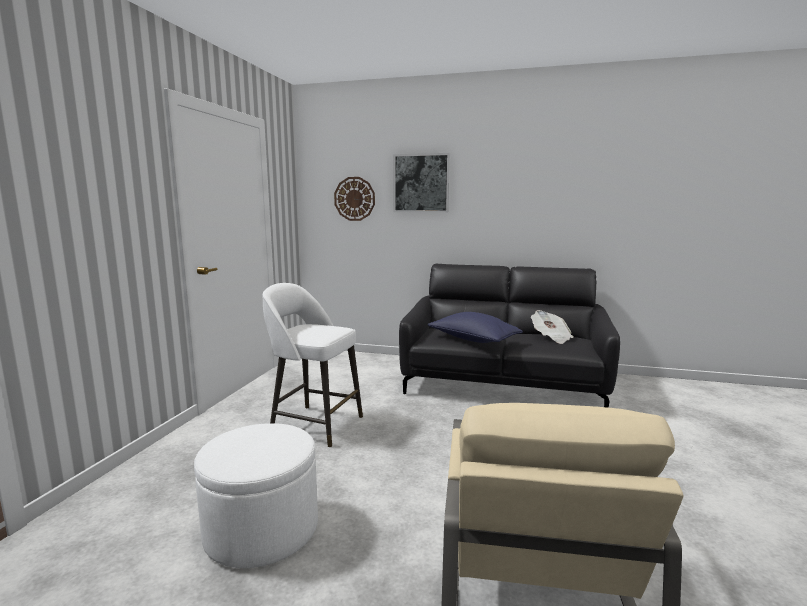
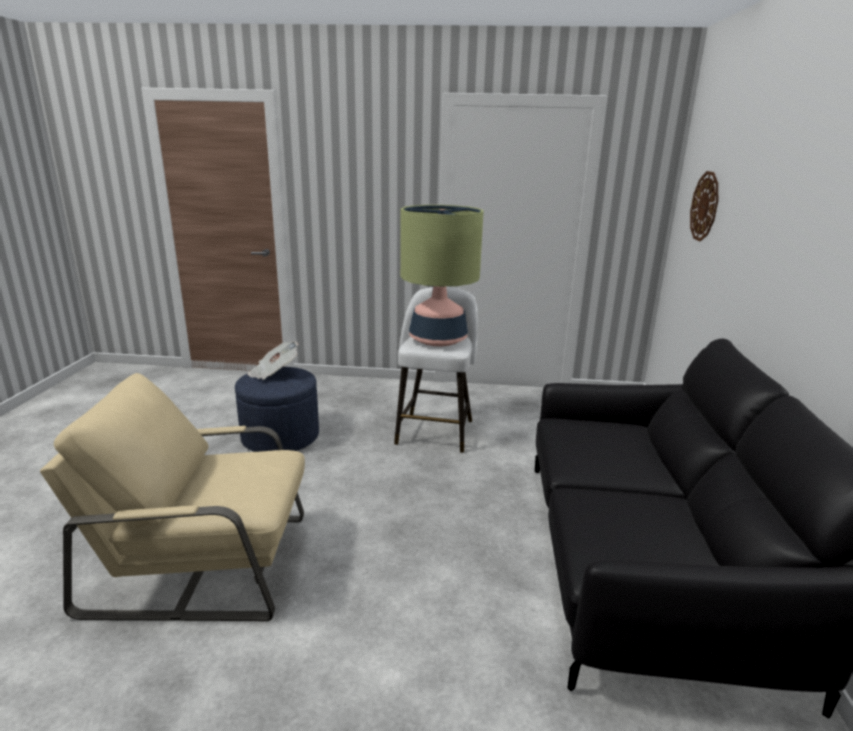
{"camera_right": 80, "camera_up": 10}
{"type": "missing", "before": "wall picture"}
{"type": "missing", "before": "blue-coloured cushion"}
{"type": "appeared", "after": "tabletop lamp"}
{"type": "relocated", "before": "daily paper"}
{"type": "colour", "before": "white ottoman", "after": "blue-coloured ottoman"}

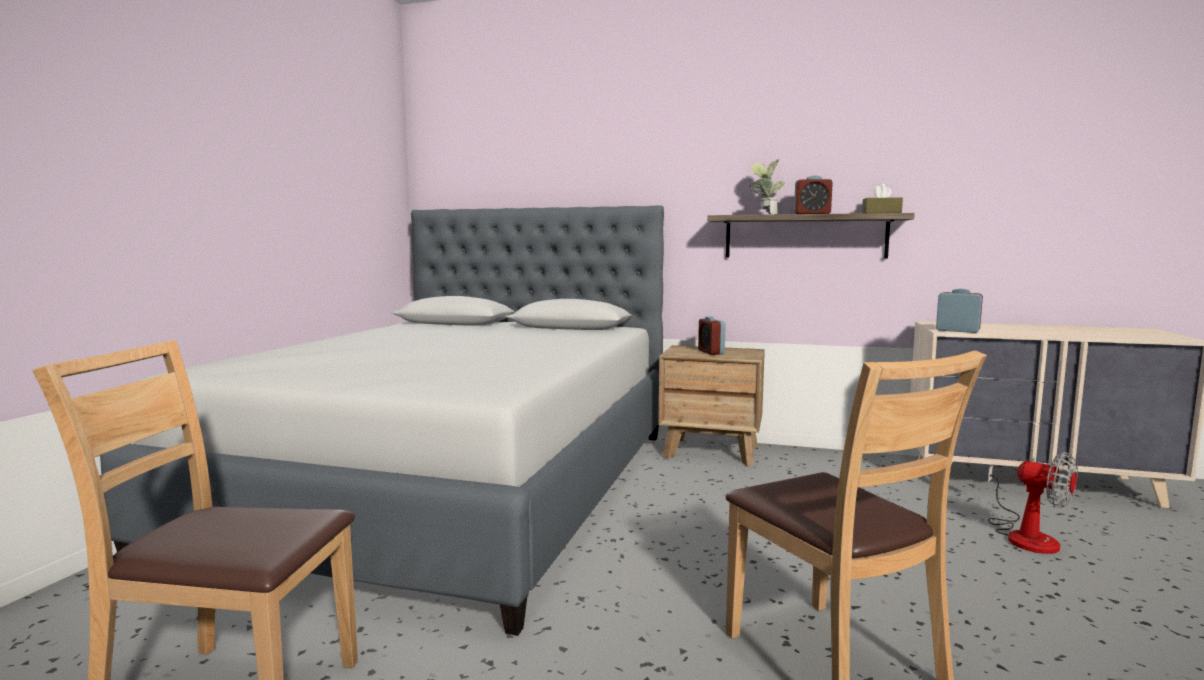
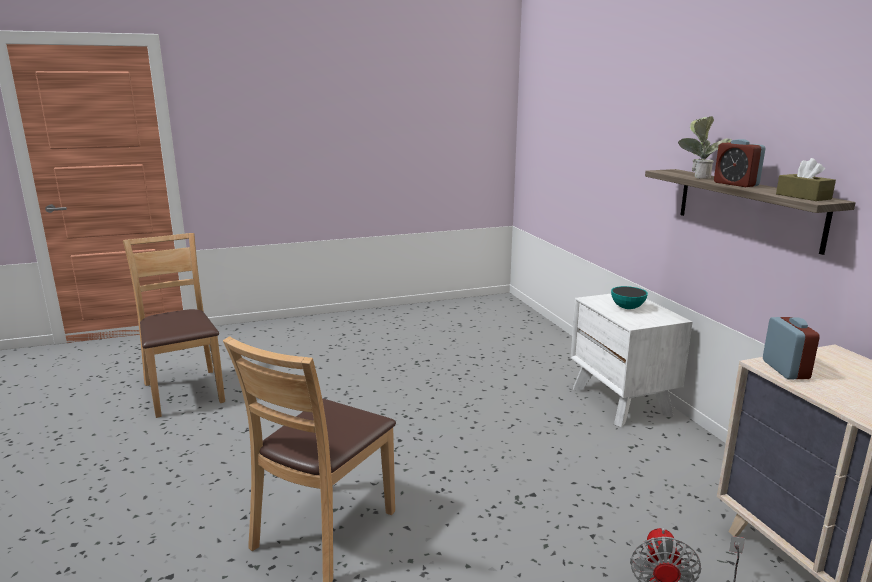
{"camera_right": 55, "camera_up": 10}
{"type": "missing", "before": "gray bedroom bed"}
{"type": "exchanged", "before": "bedside clock (no. 1 from left)", "after": "serving bowl"}
{"type": "colour", "before": "brownish night table", "after": "white night table"}

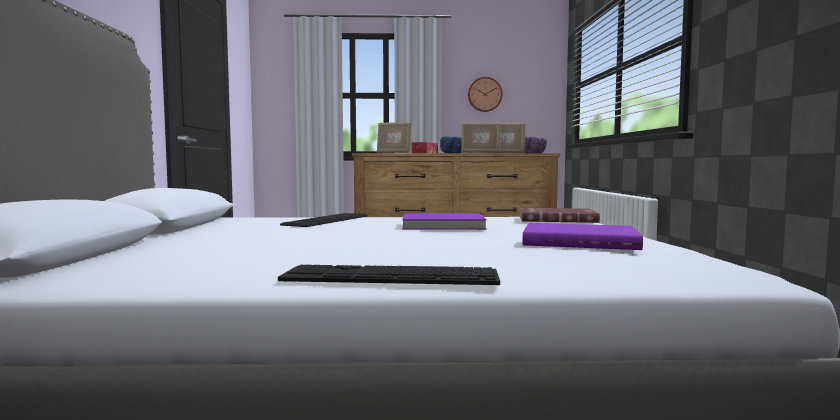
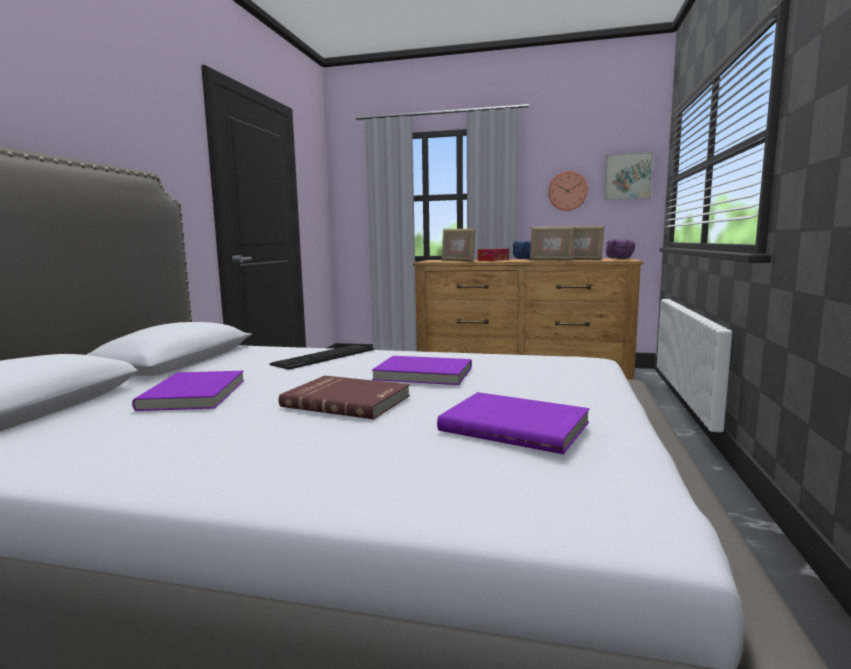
{"camera_right": 15, "camera_up": 5}
{"type": "missing", "before": "PC keyboard (no. 2 from left)"}
{"type": "appeared", "after": "purple book (no. 1 from left)"}
{"type": "appeared", "after": "wall picture"}
{"type": "relocated", "before": "red book"}

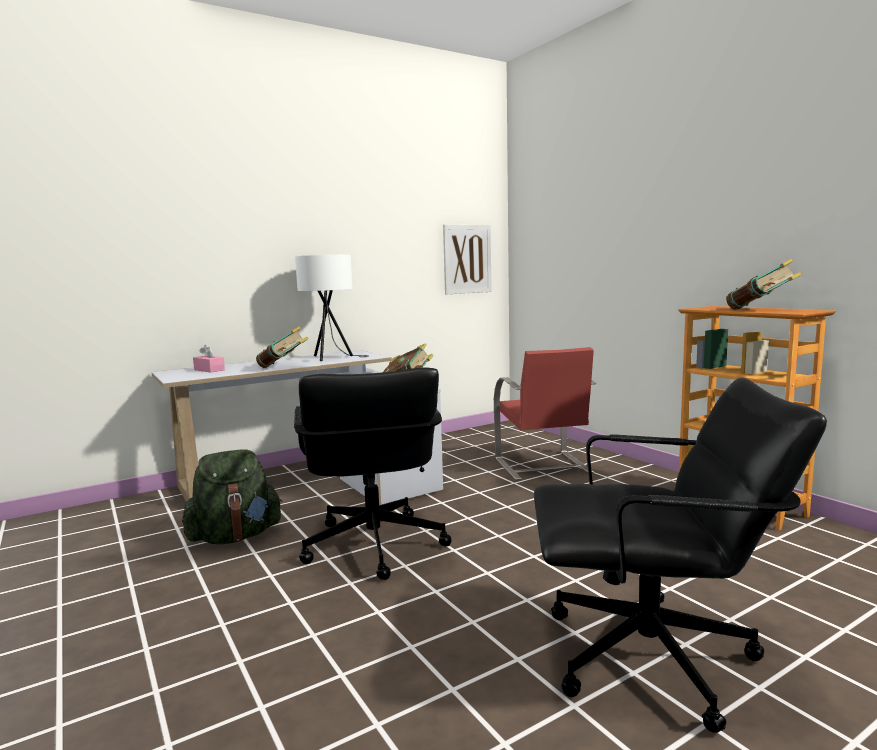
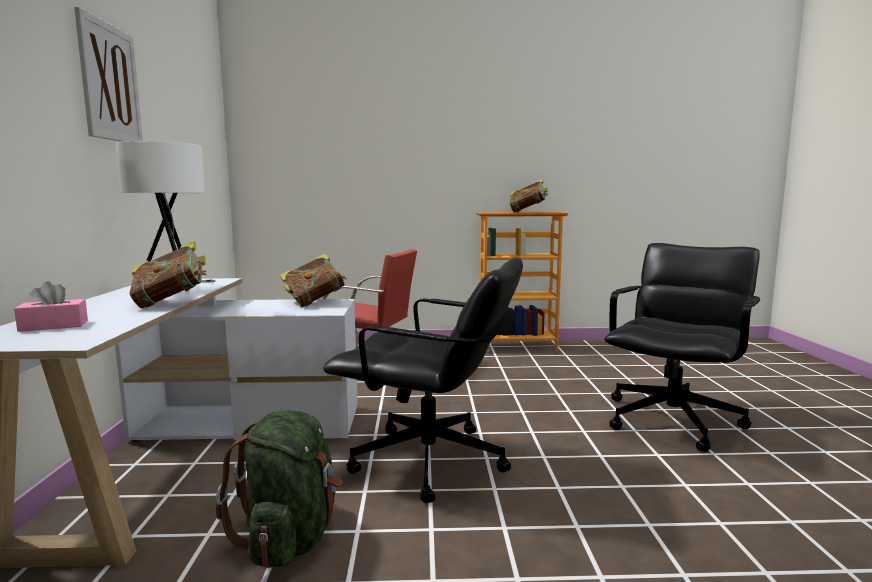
{"camera_right": -60, "camera_up": 0}
{"type": "relocated", "before": "wall picture"}

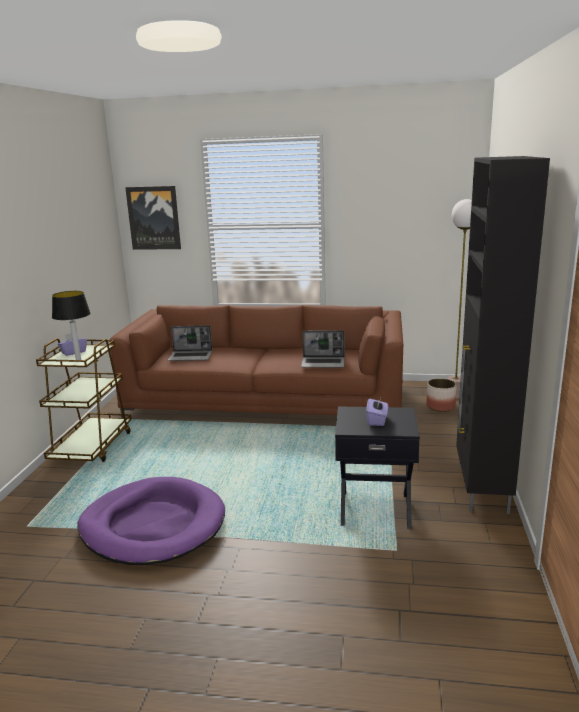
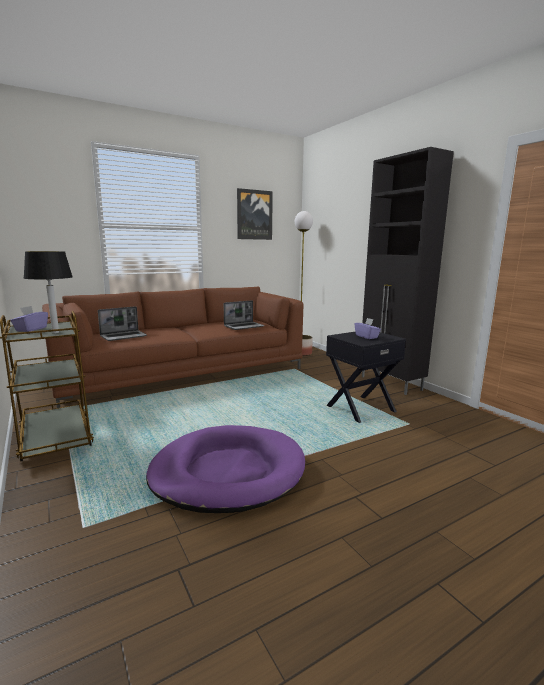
{"camera_right": -40, "camera_up": -5}
{"type": "relocated", "before": "wall picture"}

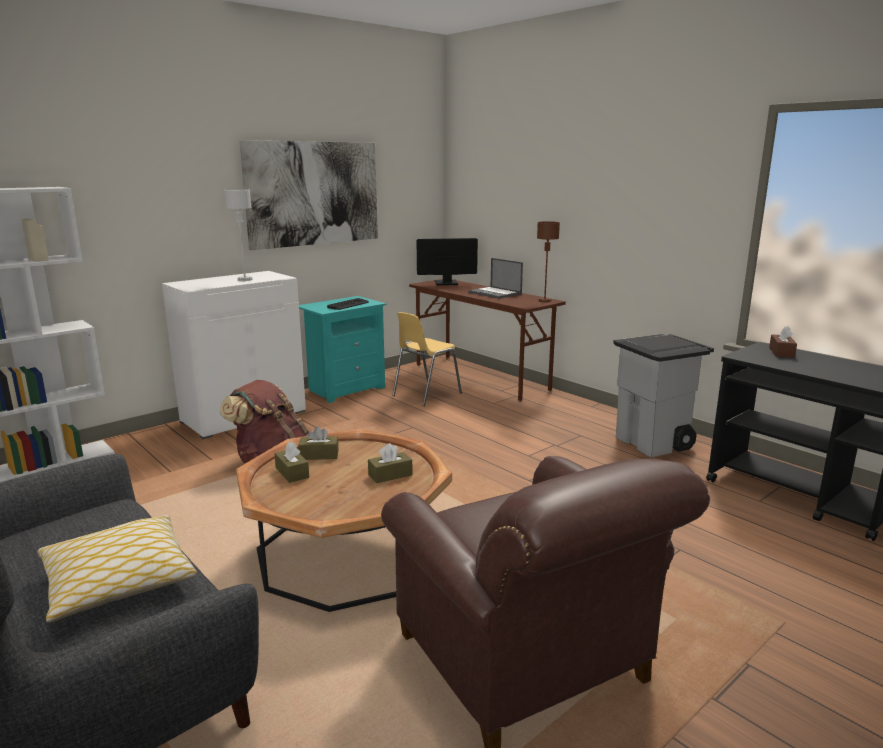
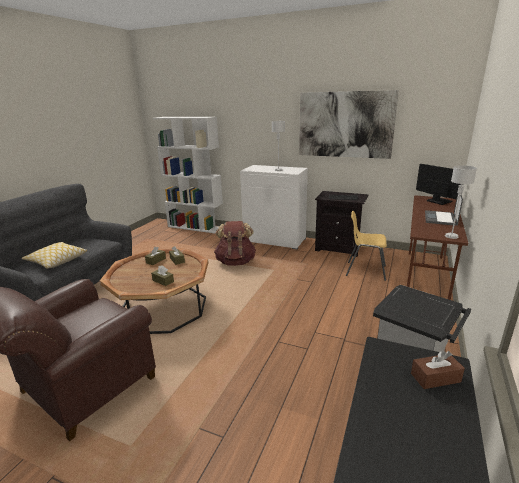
{"camera_right": 65, "camera_up": 5}
{"type": "colour", "before": "turquoise-coloured night table", "after": "black night table"}
{"type": "colour", "before": "brownish tabletop lamp", "after": "gray tabletop lamp (no. 2 from left)"}

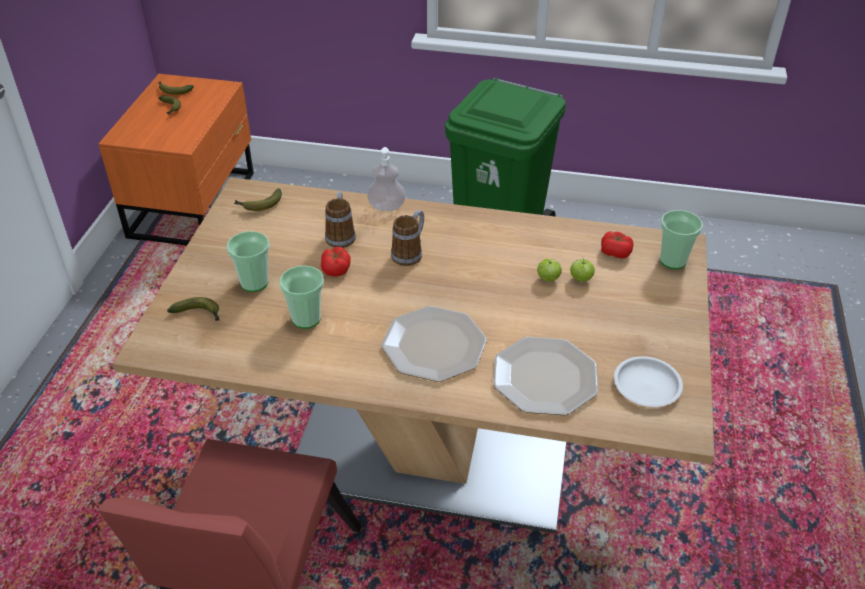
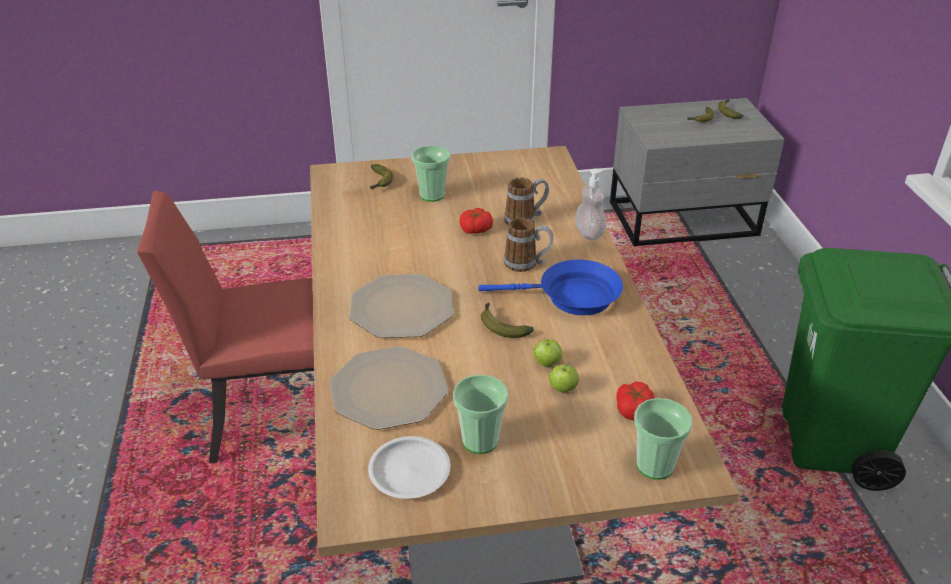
{"camera_right": 70, "camera_up": -5}
{"type": "appeared", "after": "blue-coloured pan"}
{"type": "relocated", "before": "banana fruit (no. 4 from left in the first image)", "after": "banana fruit (no. 2 from left)"}
{"type": "relocated", "before": "cup (no. 2 from left)"}
{"type": "colour", "before": "orangey night table", "after": "gray night table"}

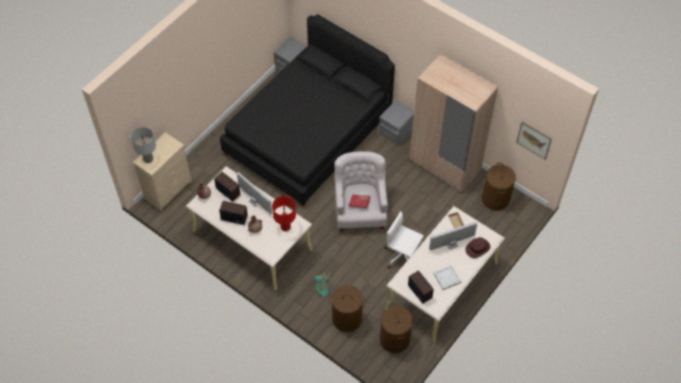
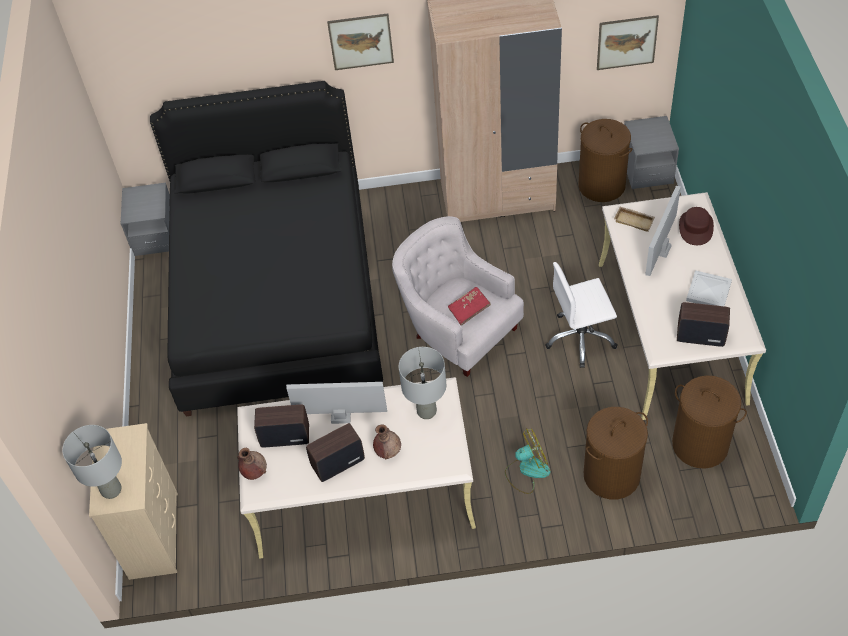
{"camera_right": -40, "camera_up": -5}
{"type": "appeared", "after": "wall picture (no. 1 from left)"}
{"type": "relocated", "before": "gray night table (no. 2 from left)"}
{"type": "colour", "before": "red tabletop lamp", "after": "gray tabletop lamp (no. 2 from left)"}

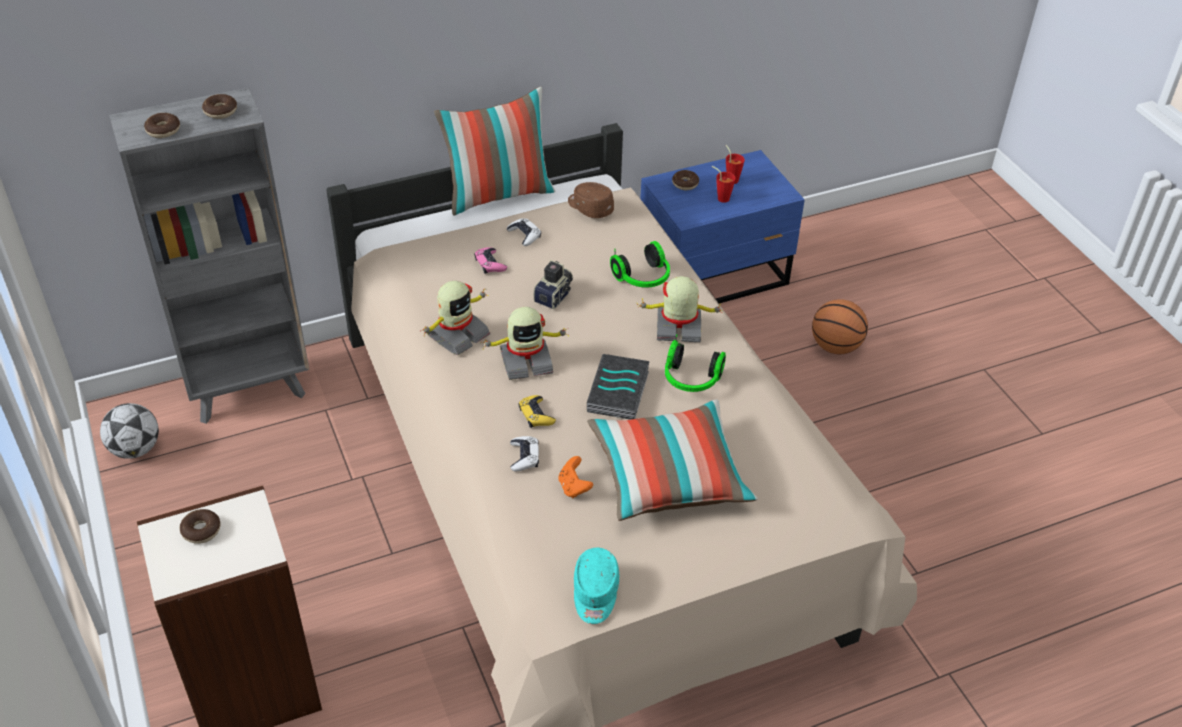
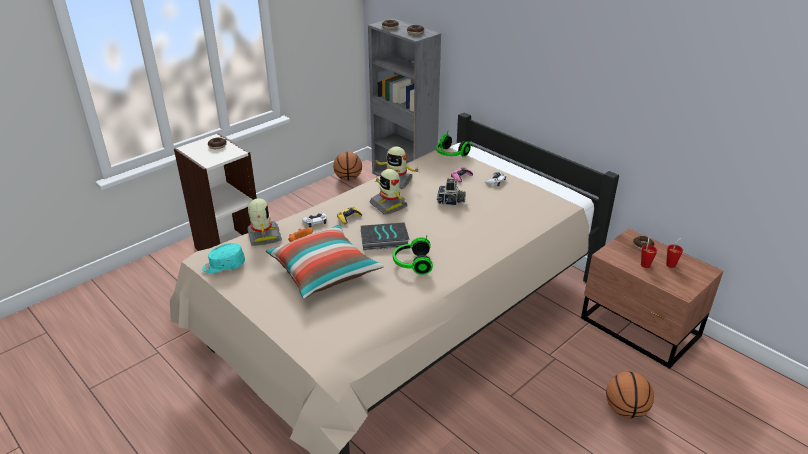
{"camera_right": 70, "camera_up": -10}
{"type": "missing", "before": "cushion (no. 1 from left)"}
{"type": "missing", "before": "brownish cap"}
{"type": "relocated", "before": "headphones (no. 1 from left in the first image)", "after": "headphones (no. 2 from left)"}
{"type": "relocated", "before": "robot figure (no. 3 from left in the first image)", "after": "robot figure (no. 1 from left)"}
{"type": "exchanged", "before": "football ball", "after": "ball for basketball (no. 1 from left)"}
{"type": "colour", "before": "blue-coloured night table", "after": "brownish night table"}

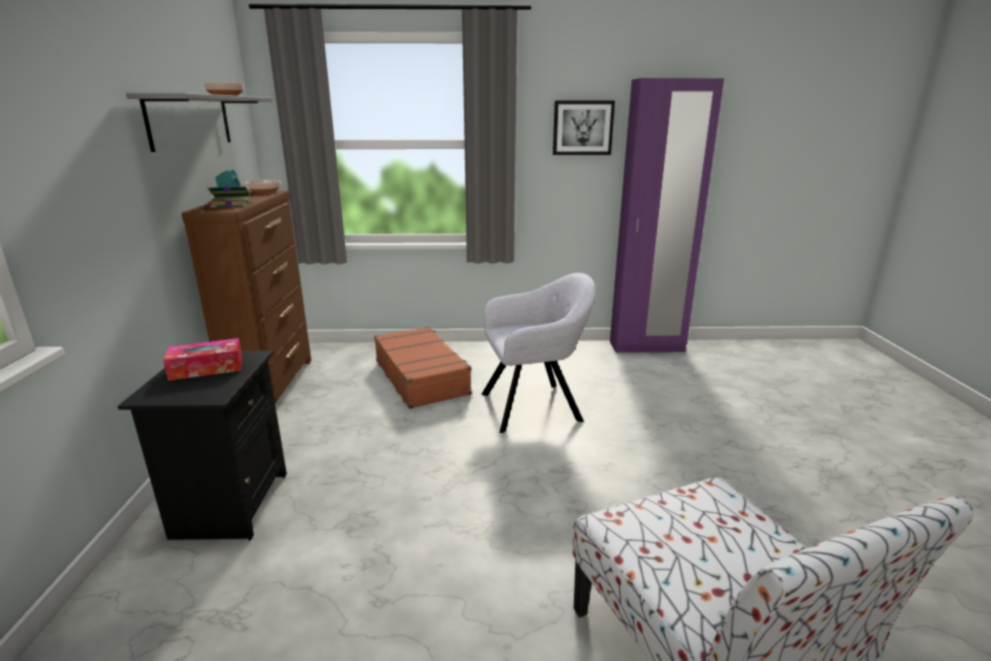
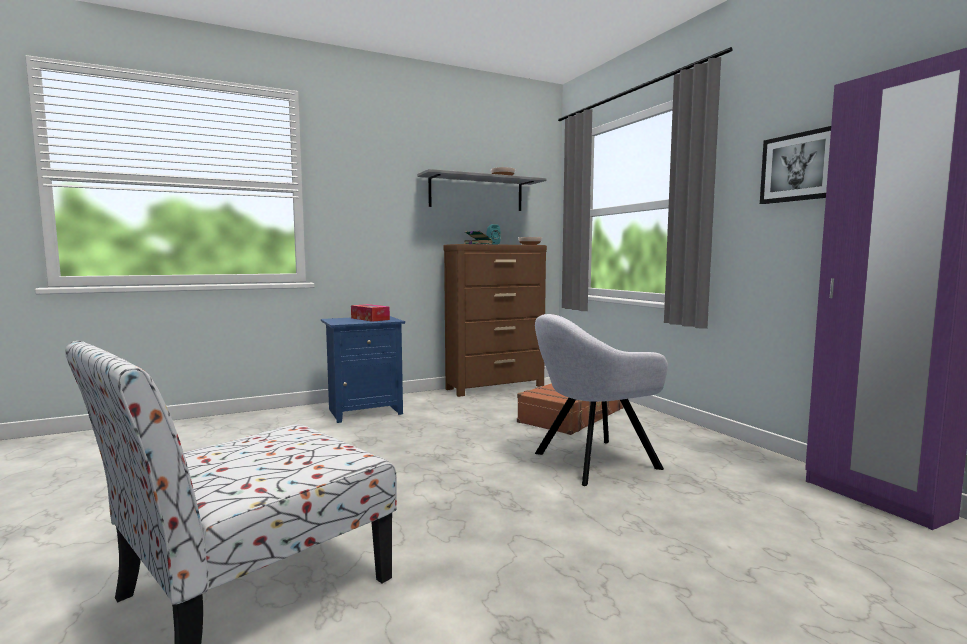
{"camera_right": 65, "camera_up": -15}
{"type": "colour", "before": "black night table", "after": "blue-coloured night table"}
{"type": "spun", "before": "gray easy chair", "turn": 105}

